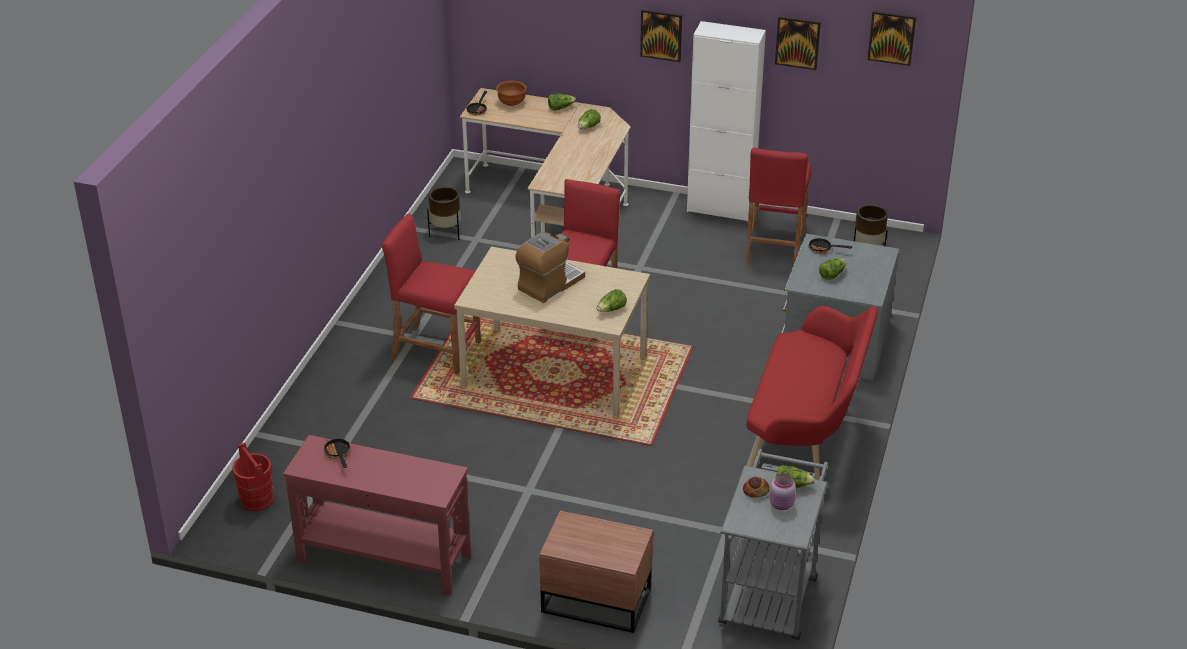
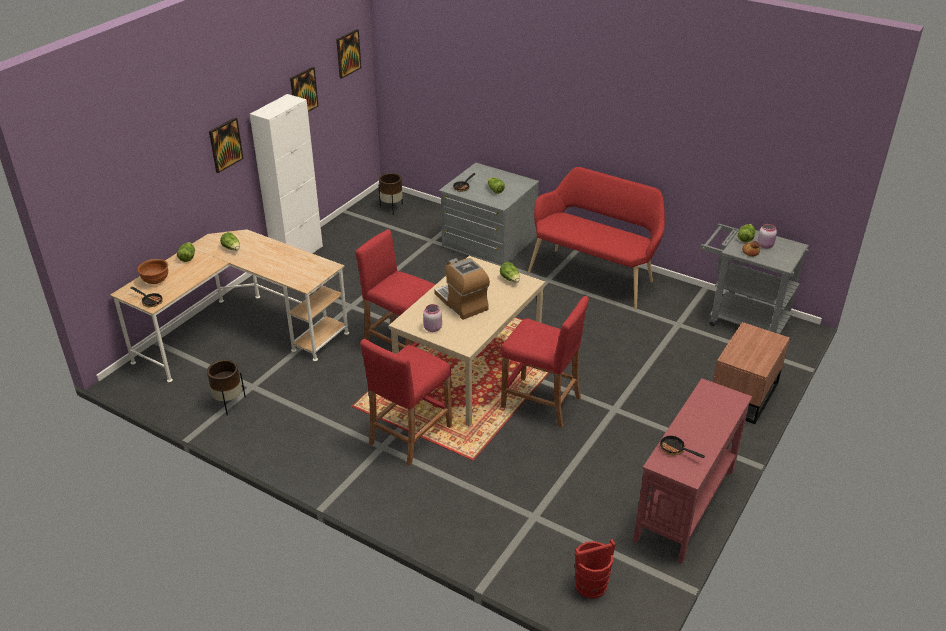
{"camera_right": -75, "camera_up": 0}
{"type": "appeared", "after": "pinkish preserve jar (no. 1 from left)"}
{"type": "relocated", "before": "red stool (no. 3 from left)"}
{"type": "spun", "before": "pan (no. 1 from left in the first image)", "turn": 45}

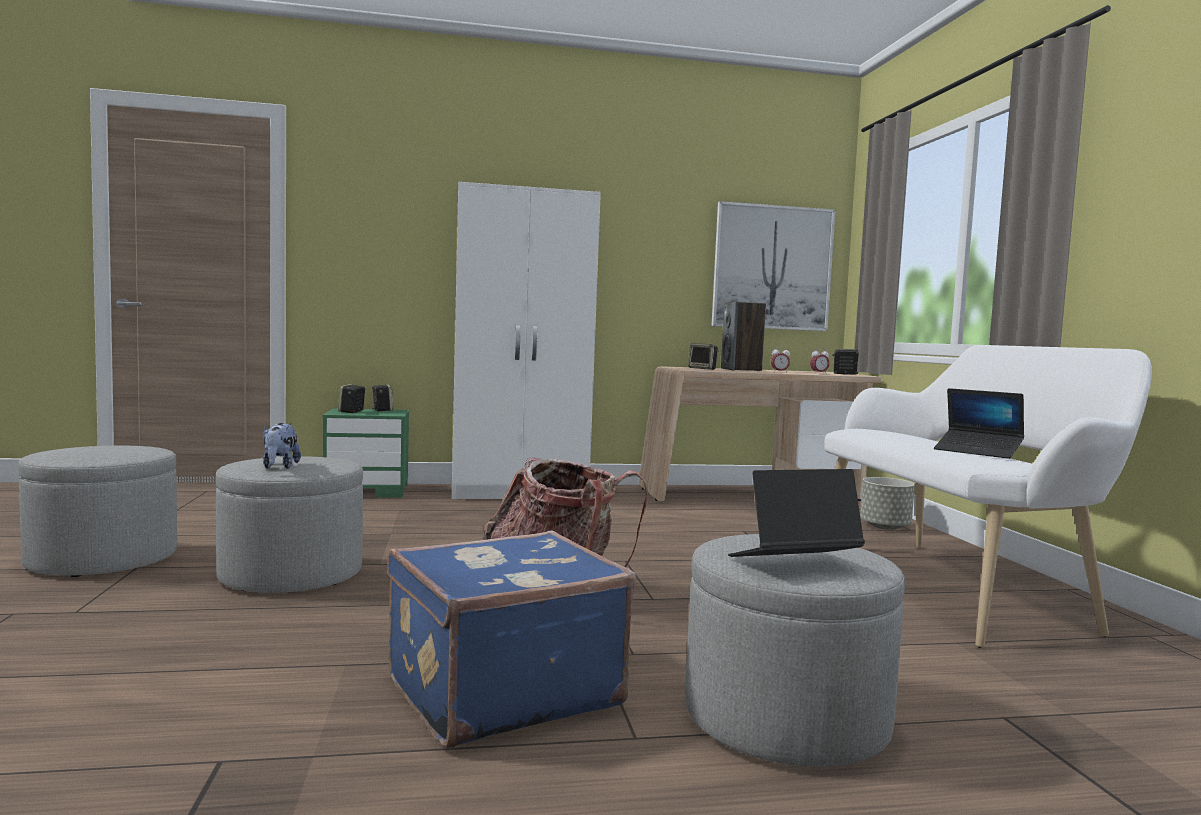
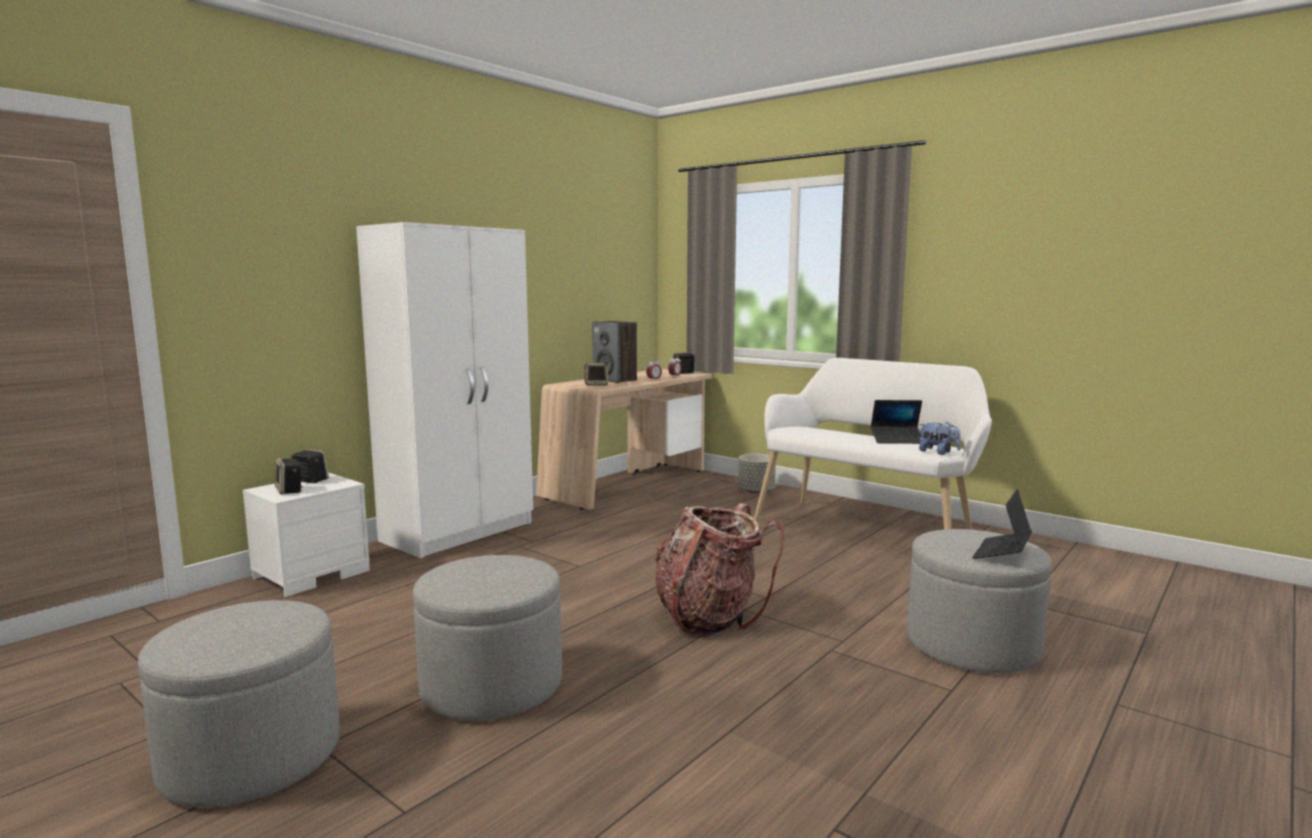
{"camera_right": -40, "camera_up": 5}
{"type": "missing", "before": "blue-coloured piece of luggage"}
{"type": "missing", "before": "wall picture"}
{"type": "relocated", "before": "soft toy"}
{"type": "colour", "before": "green night table", "after": "white night table"}

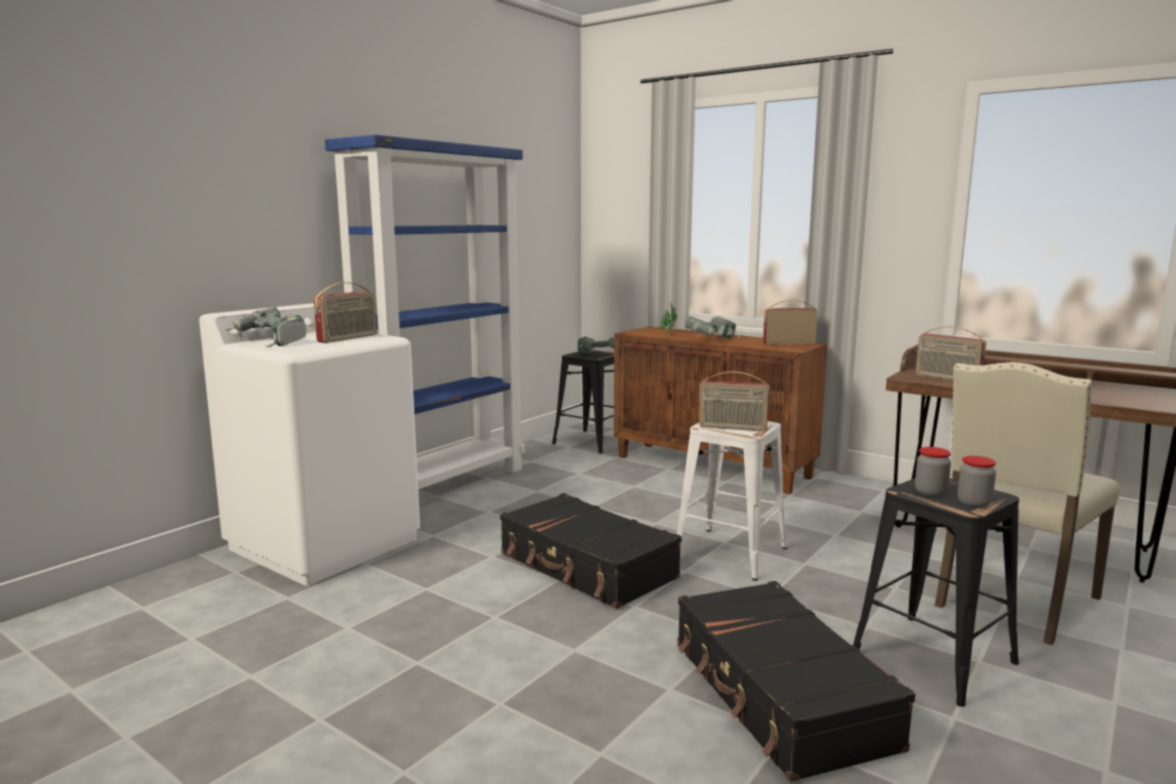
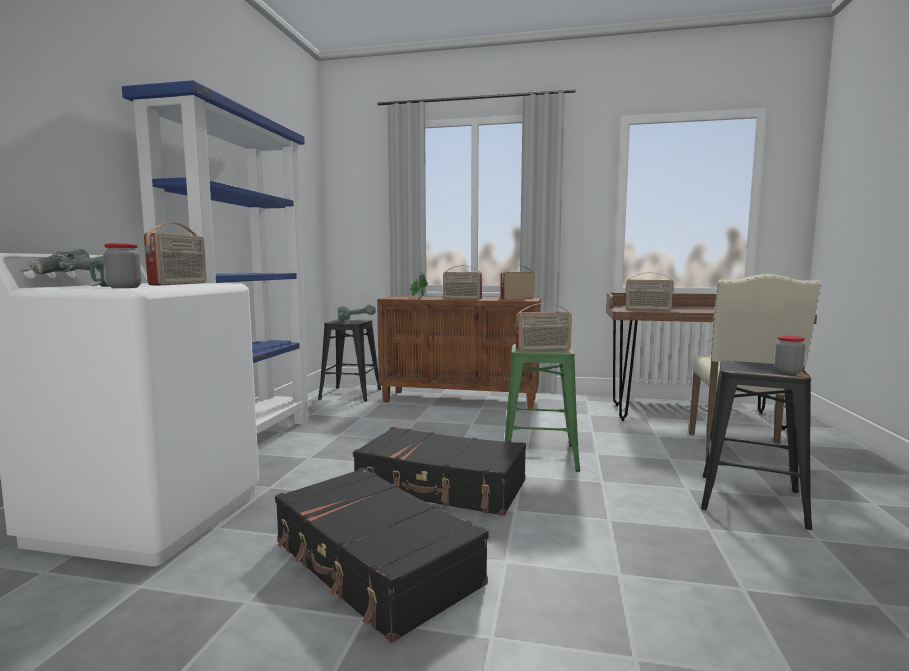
{"camera_right": -25, "camera_up": -5}
{"type": "relocated", "before": "black piece of luggage (no. 2 from left in the first image)", "after": "black piece of luggage (no. 1 from left)"}
{"type": "relocated", "before": "preserve jar (no. 1 from left)"}
{"type": "exchanged", "before": "electric drill (no. 3 from left)", "after": "radio set (no. 2 from left)"}
{"type": "colour", "before": "white stool", "after": "green stool"}

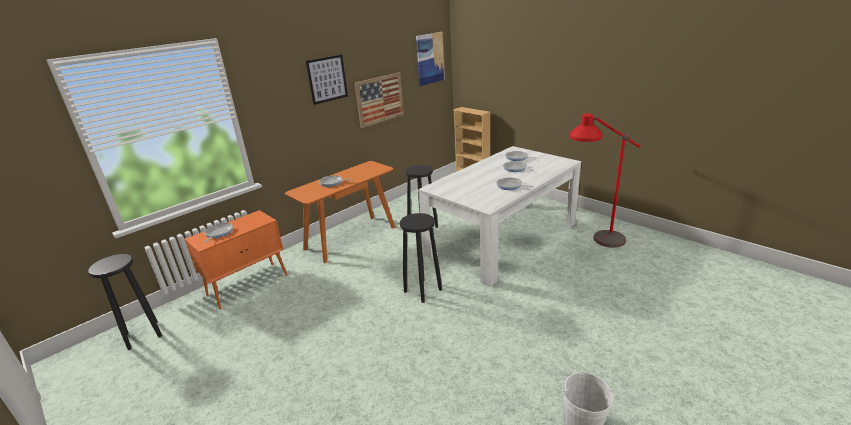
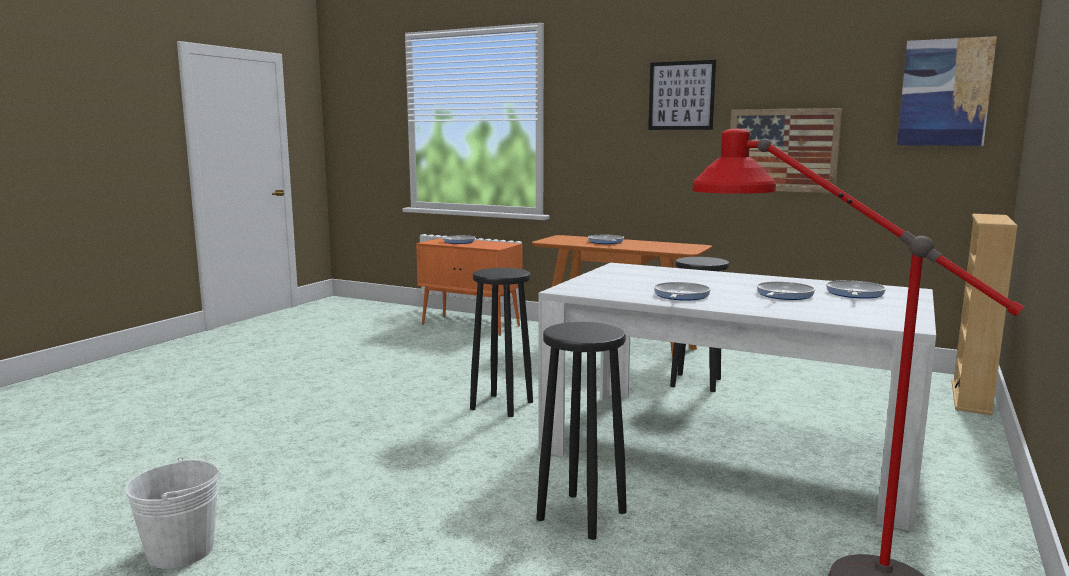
{"camera_right": 70, "camera_up": -15}
{"type": "relocated", "before": "black stool (no. 1 from left in the first image)", "after": "black stool (no. 2 from left)"}

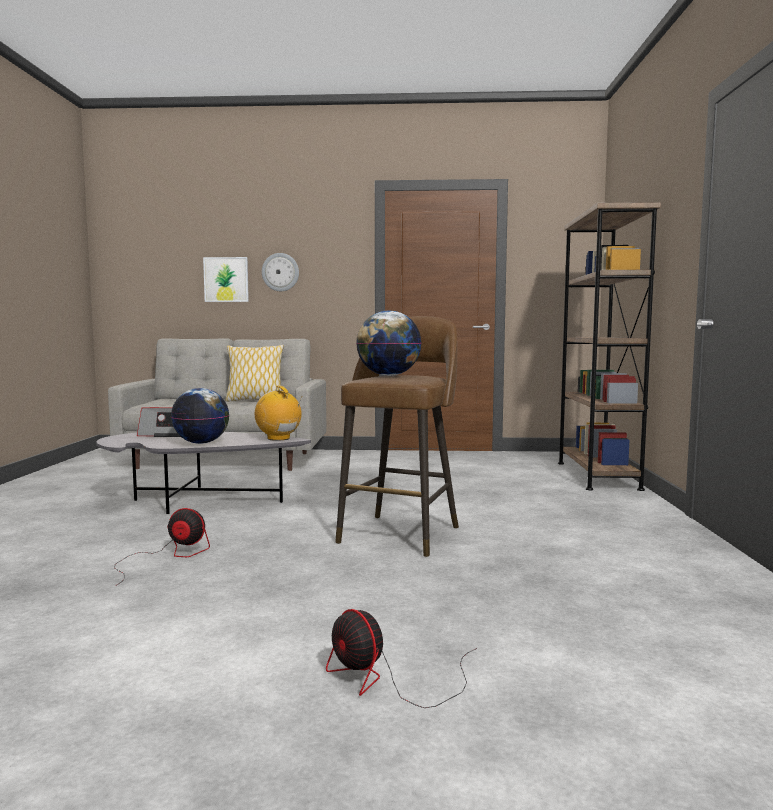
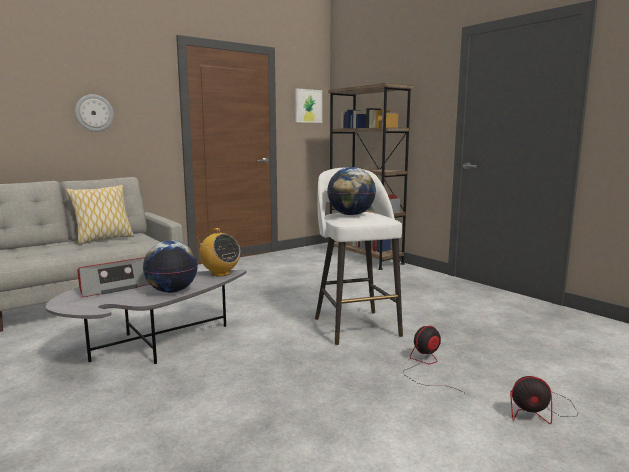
{"camera_right": -40, "camera_up": 5}
{"type": "relocated", "before": "fan (no. 1 from left)"}
{"type": "relocated", "before": "wall picture"}
{"type": "colour", "before": "brownish stool", "after": "white stool"}
{"type": "spun", "before": "radio set (no. 2 from left)", "turn": -150}

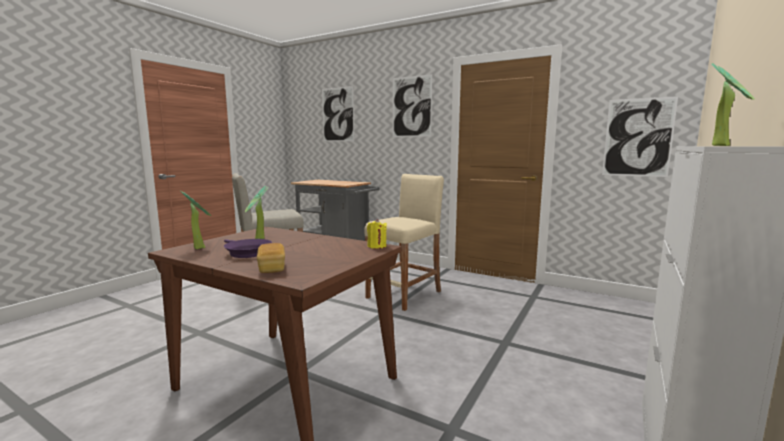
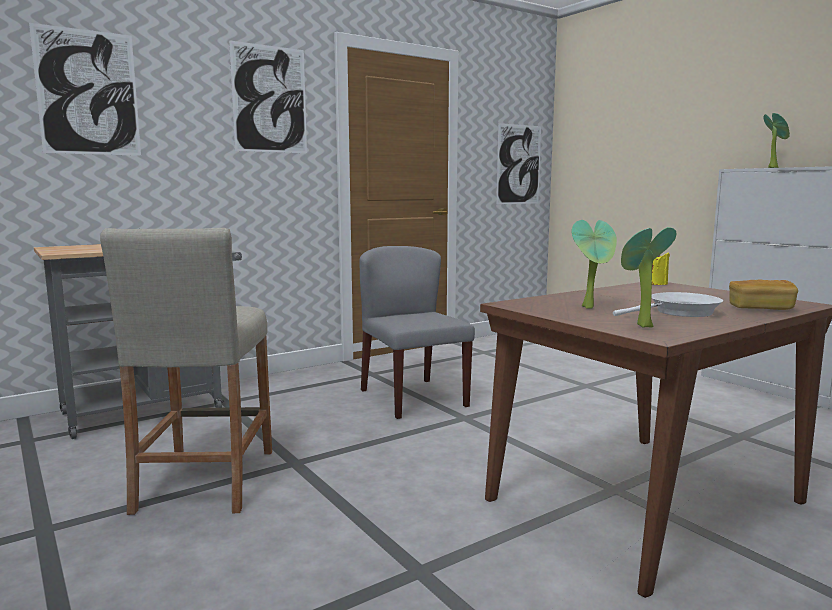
{"camera_right": -65, "camera_up": 0}
{"type": "exchanged", "before": "beige-coloured stool (no. 2 from left)", "after": "gray chair"}
{"type": "colour", "before": "purple pan", "after": "white pan"}

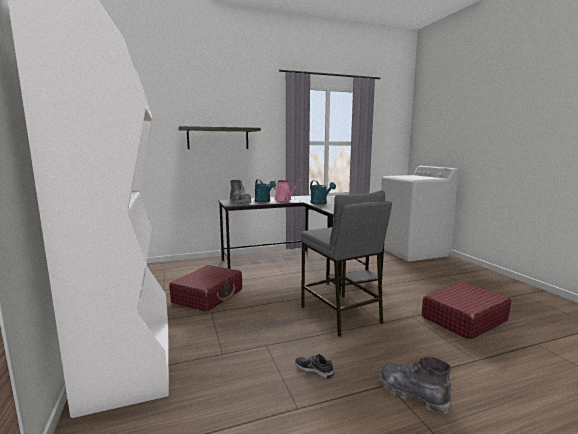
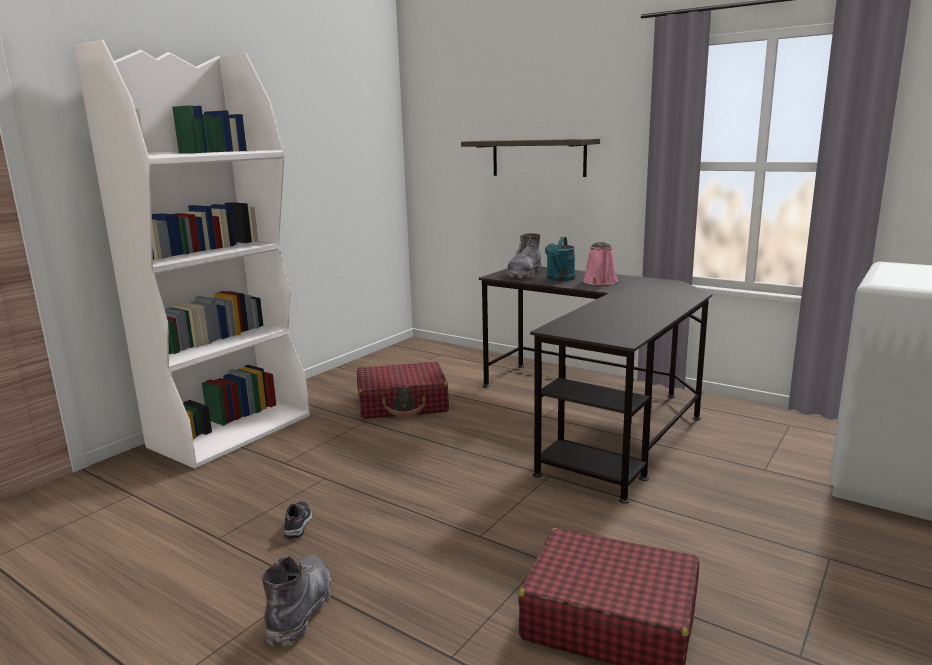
{"camera_right": 55, "camera_up": 5}
{"type": "missing", "before": "gray stool"}
{"type": "missing", "before": "turquoise-coloured watering pot (no. 2 from left)"}

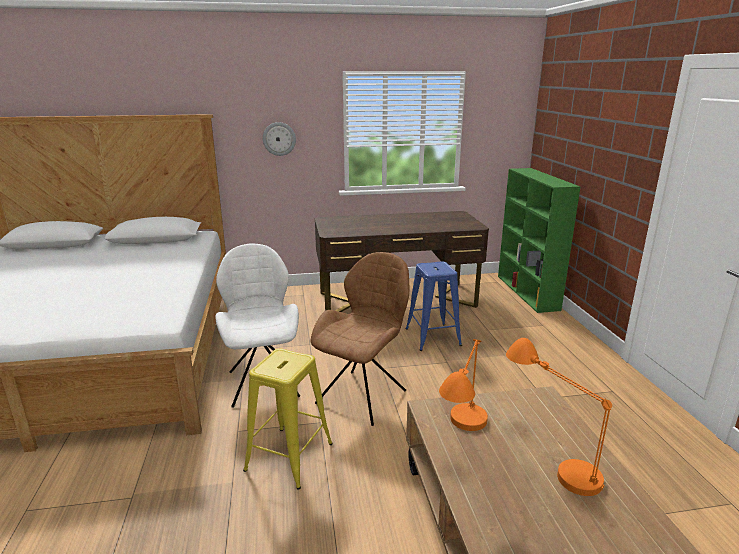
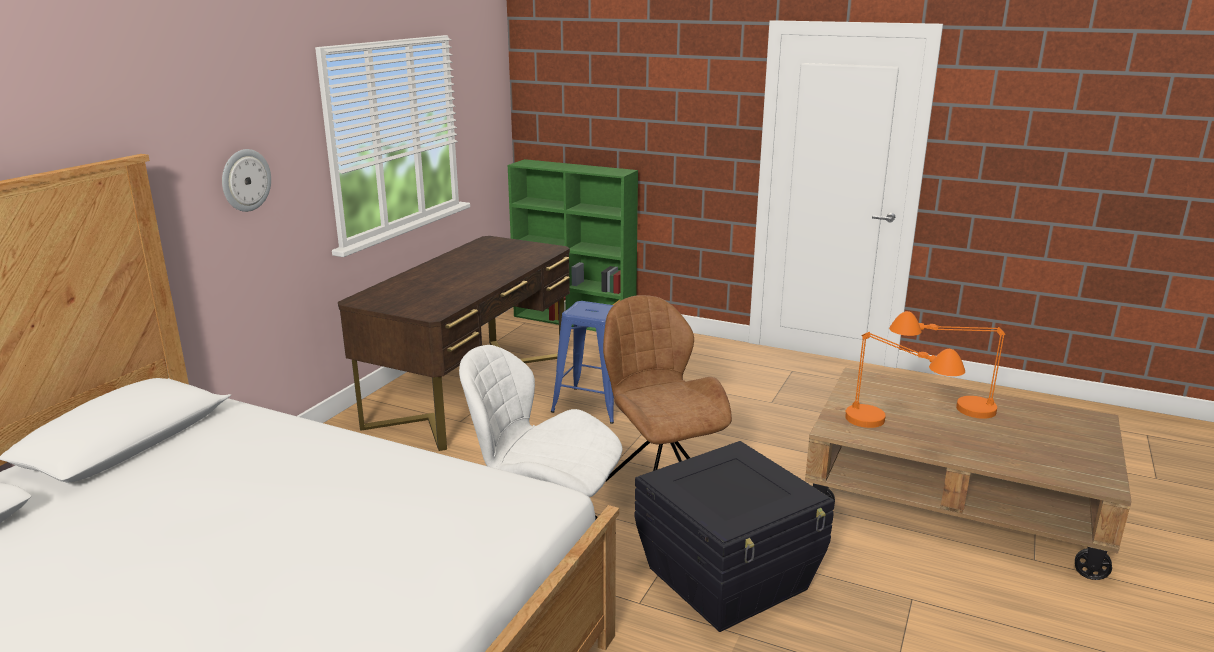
{"camera_right": -55, "camera_up": 0}
{"type": "exchanged", "before": "yellow stool", "after": "black storage bin"}

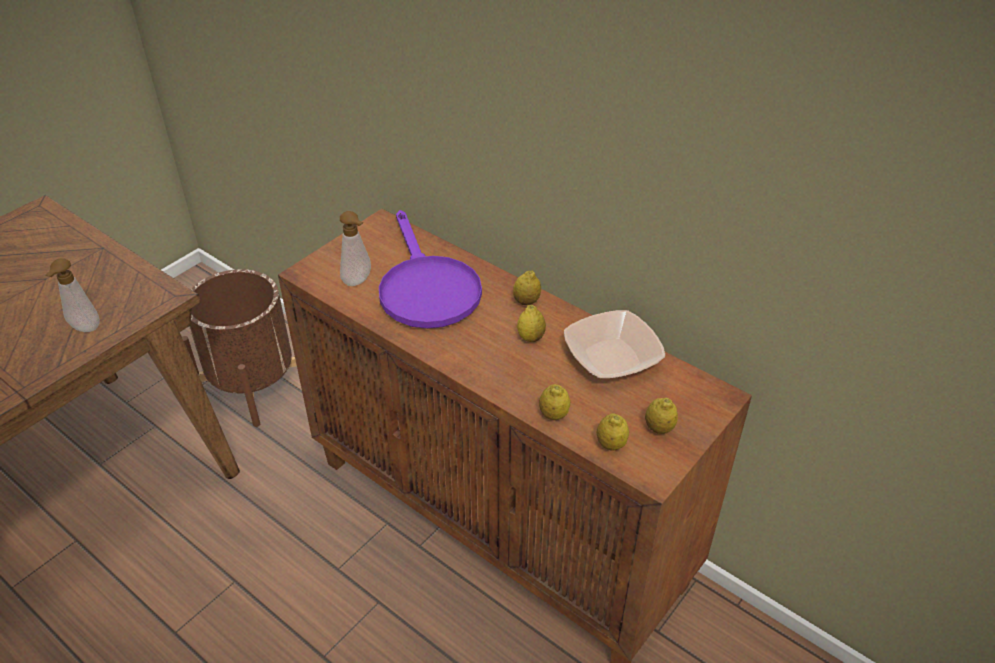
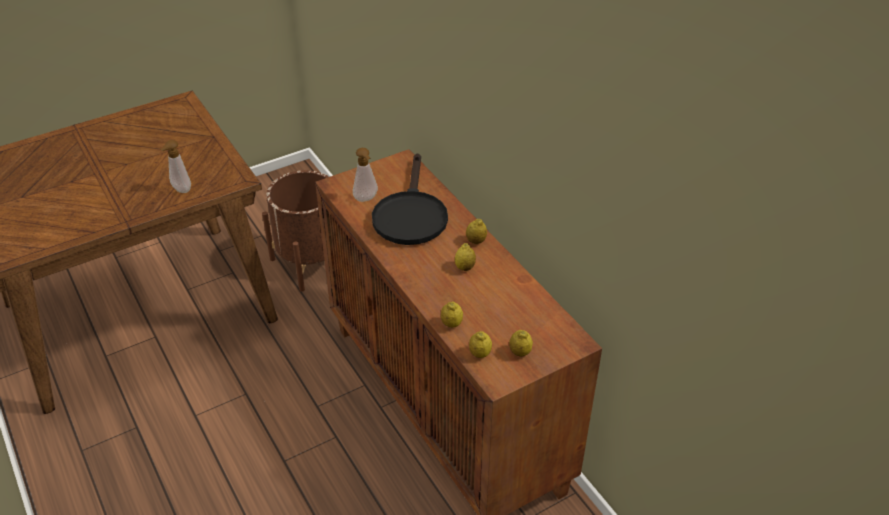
{"camera_right": 20, "camera_up": 0}
{"type": "missing", "before": "serving bowl"}
{"type": "colour", "before": "purple pan", "after": "black pan"}

